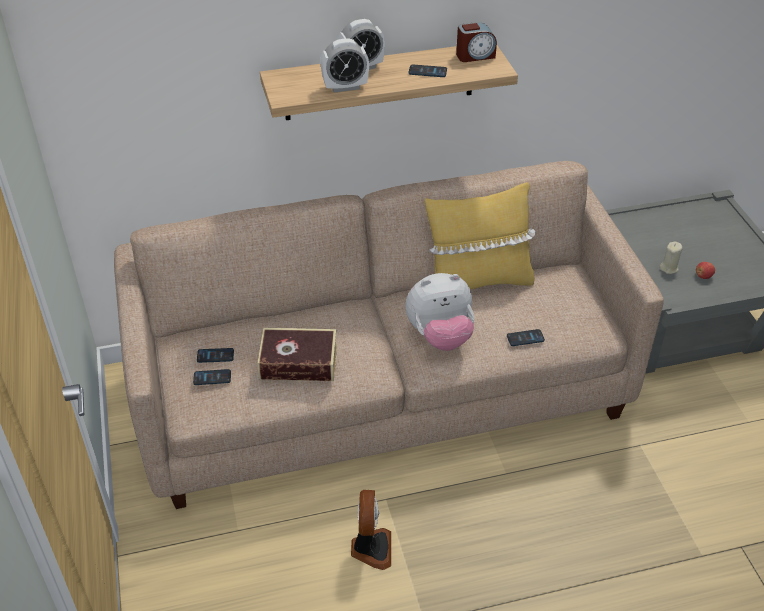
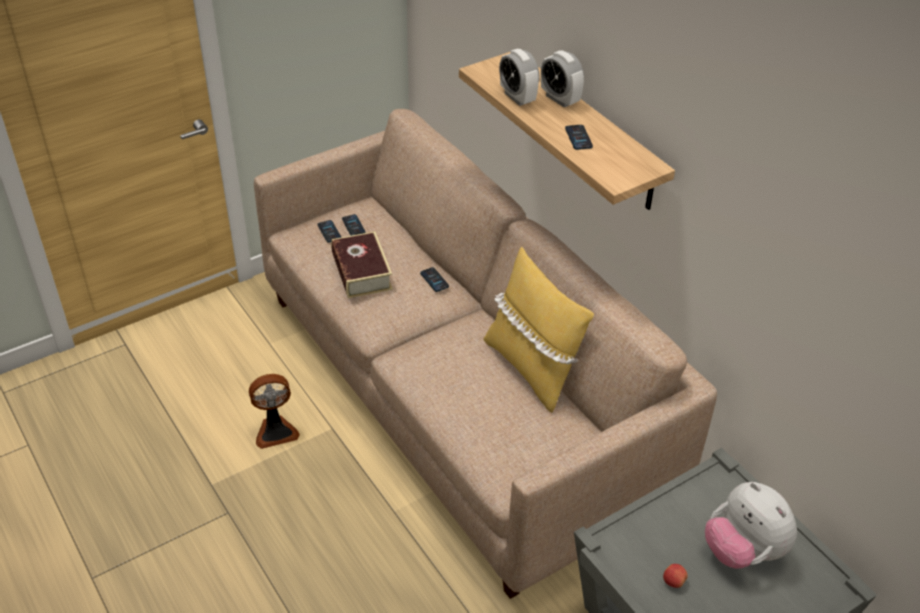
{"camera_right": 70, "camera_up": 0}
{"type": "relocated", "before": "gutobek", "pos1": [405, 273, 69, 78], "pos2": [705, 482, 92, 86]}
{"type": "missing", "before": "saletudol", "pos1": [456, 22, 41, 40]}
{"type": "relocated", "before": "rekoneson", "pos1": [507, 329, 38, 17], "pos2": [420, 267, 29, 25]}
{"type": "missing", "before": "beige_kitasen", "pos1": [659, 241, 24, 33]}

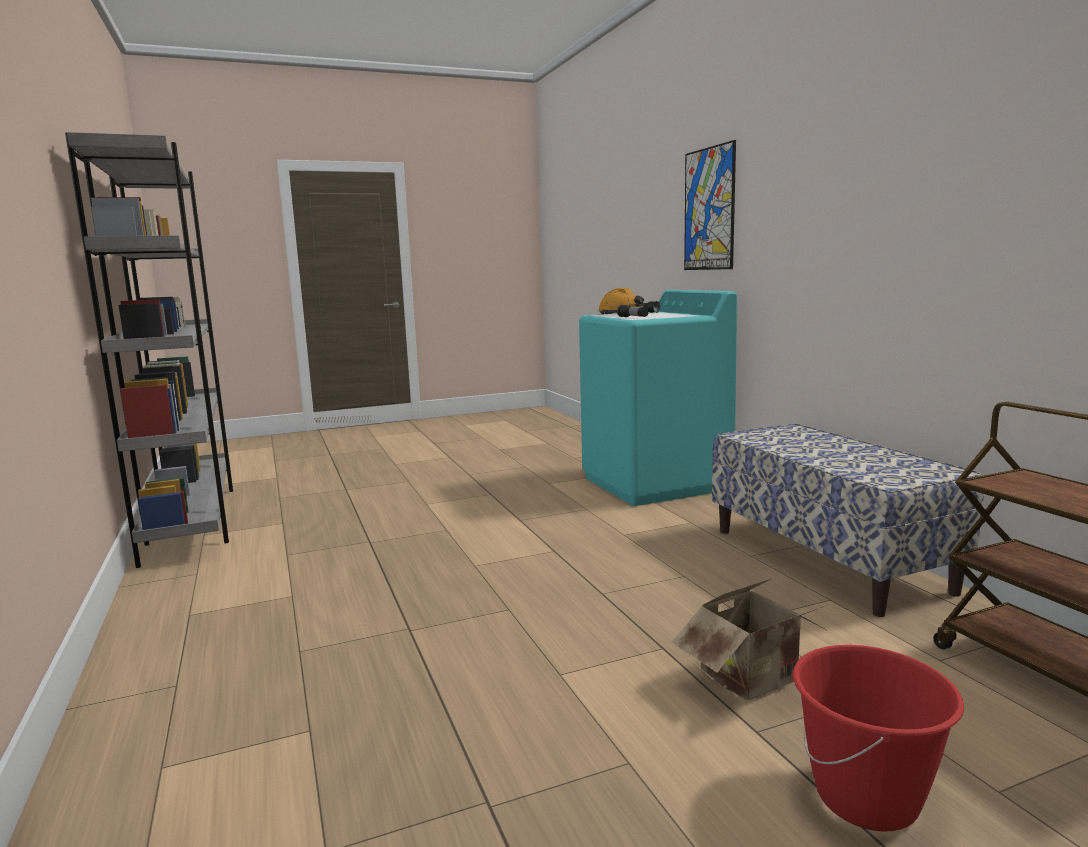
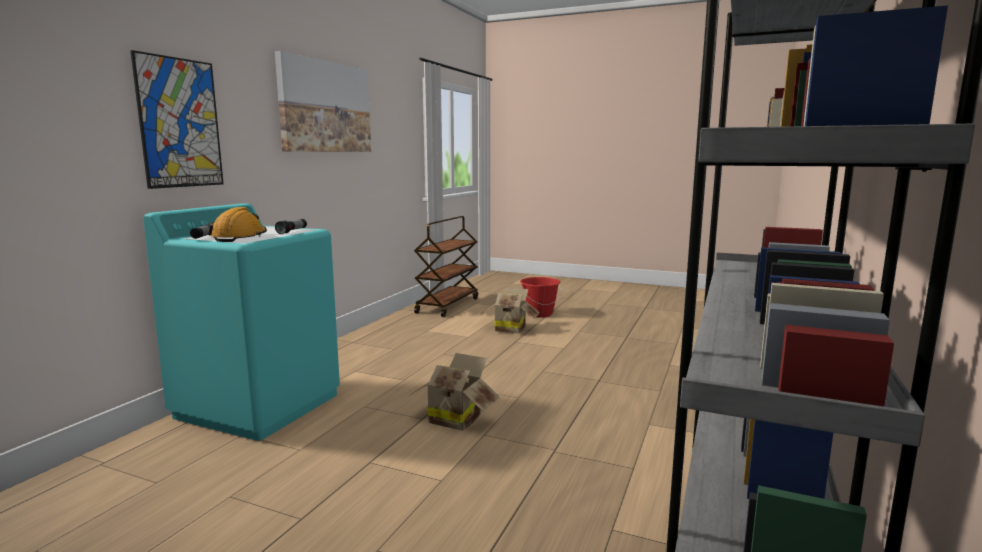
{"camera_right": -135, "camera_up": 0}
{"type": "missing", "before": "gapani", "pos1": [712, 424, 272, 193]}
{"type": "appeared", "after": "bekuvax", "pos2": [275, 51, 96, 101]}
{"type": "appeared", "after": "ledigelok", "pos2": [410, 353, 90, 78]}

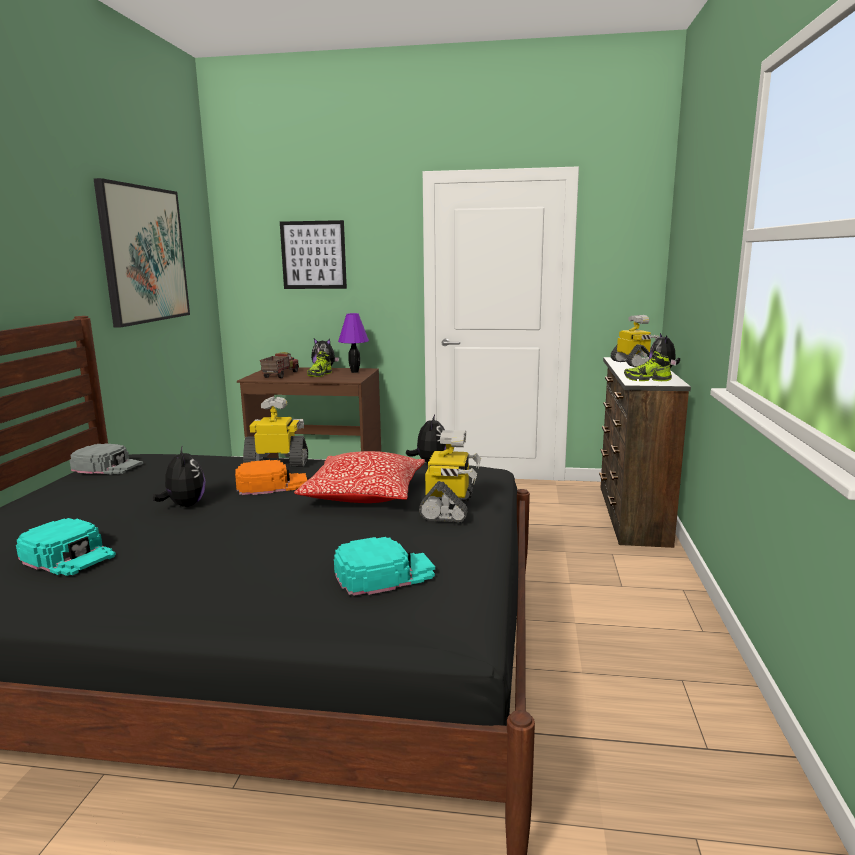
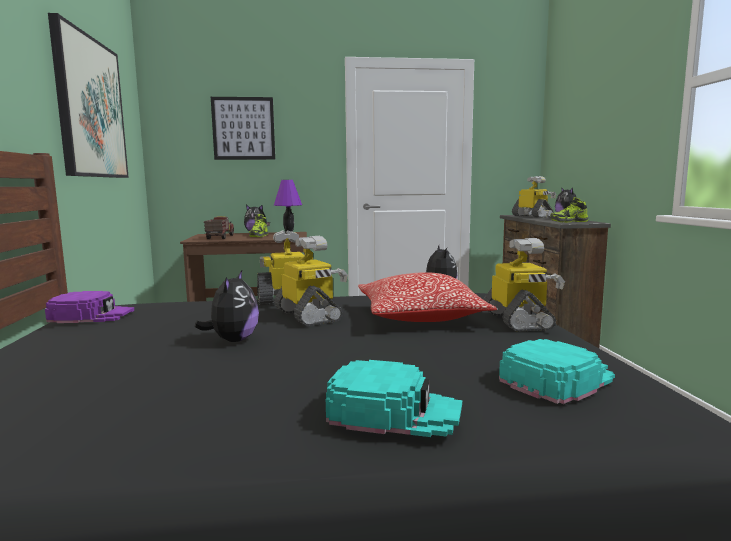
{"camera_right": -15, "camera_up": -5}
{"type": "relocated", "before": "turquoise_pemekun", "pos1": [16, 518, 100, 58], "pos2": [326, 360, 136, 77]}
{"type": "colour", "before": "grey_pemekun", "after": "purple_pemekun", "pos1": [69, 443, 74, 32], "pos2": [45, 291, 89, 32]}
{"type": "spun", "before": "gutobek", "pos1": [153, 447, 53, 60], "pos2": [195, 270, 64, 72], "turn": 45}
{"type": "exchanged", "before": "orange_pemekun", "after": "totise", "pos1": [235, 460, 72, 35], "pos2": [274, 236, 74, 90]}

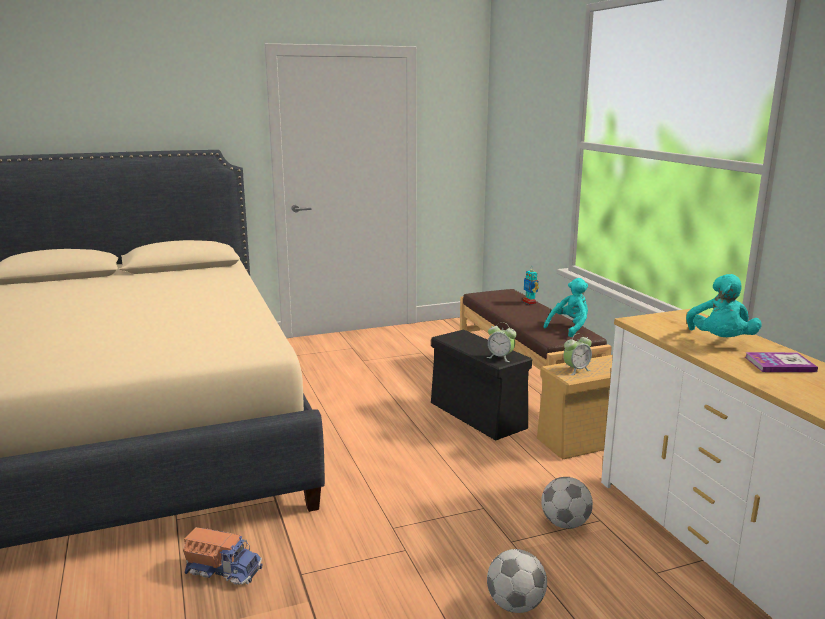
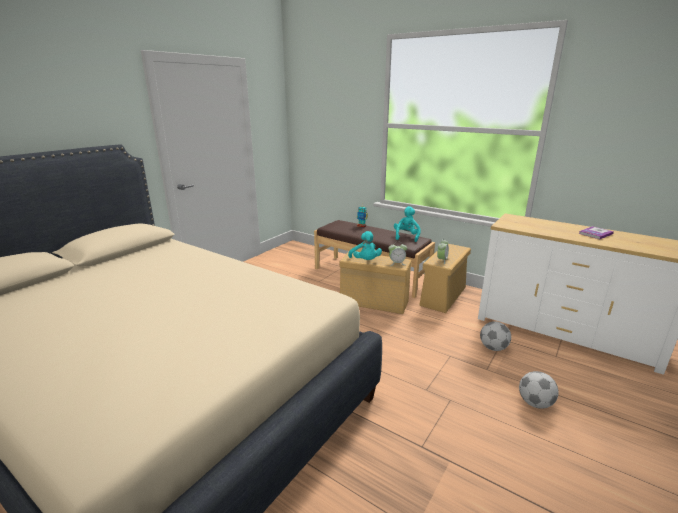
{"camera_right": -35, "camera_up": 5}
{"type": "missing", "before": "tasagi", "pos1": [183, 527, 79, 58]}
{"type": "colour", "before": "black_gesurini", "after": "beige_gesurini", "pos1": [431, 329, 101, 112], "pos2": [340, 252, 72, 62]}
{"type": "relocated", "before": "turquoise_gutobek", "pos1": [686, 274, 76, 63], "pos2": [348, 231, 34, 29]}

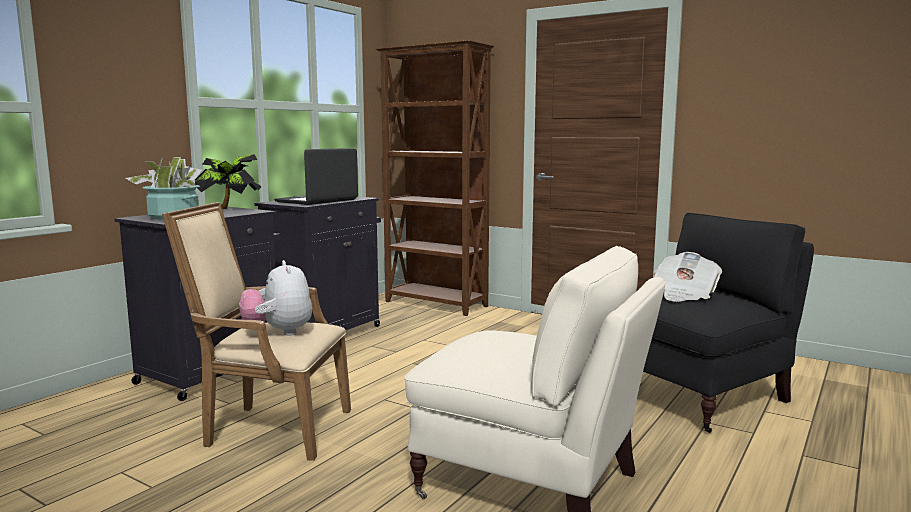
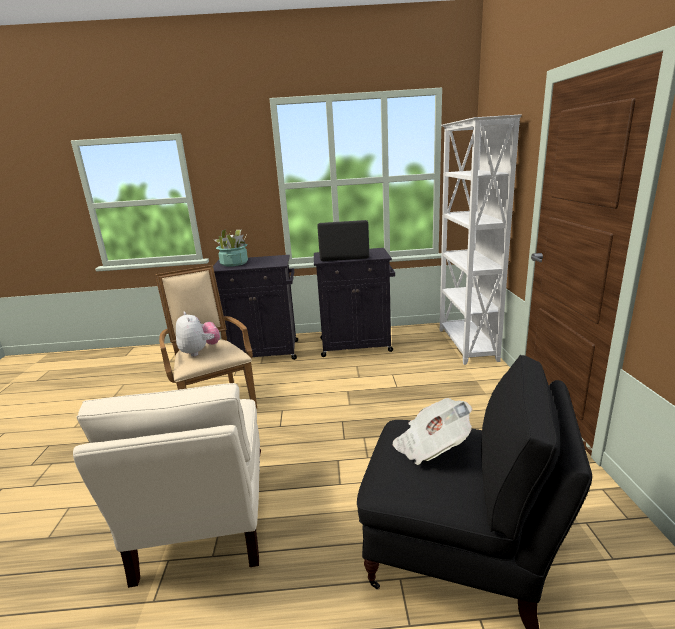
{"camera_right": 55, "camera_up": 10}
{"type": "missing", "before": "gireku", "pos1": [195, 154, 67, 55]}
{"type": "spun", "before": "gutobek", "pos1": [239, 260, 73, 76], "pos2": [176, 311, 44, 46], "turn": 120}
{"type": "colour", "before": "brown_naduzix", "after": "white_naduzix", "pos1": [376, 40, 118, 276], "pos2": [440, 114, 82, 251]}

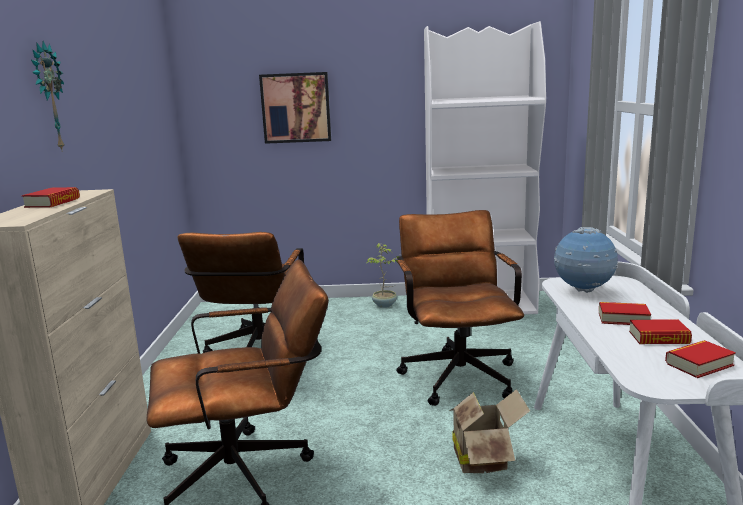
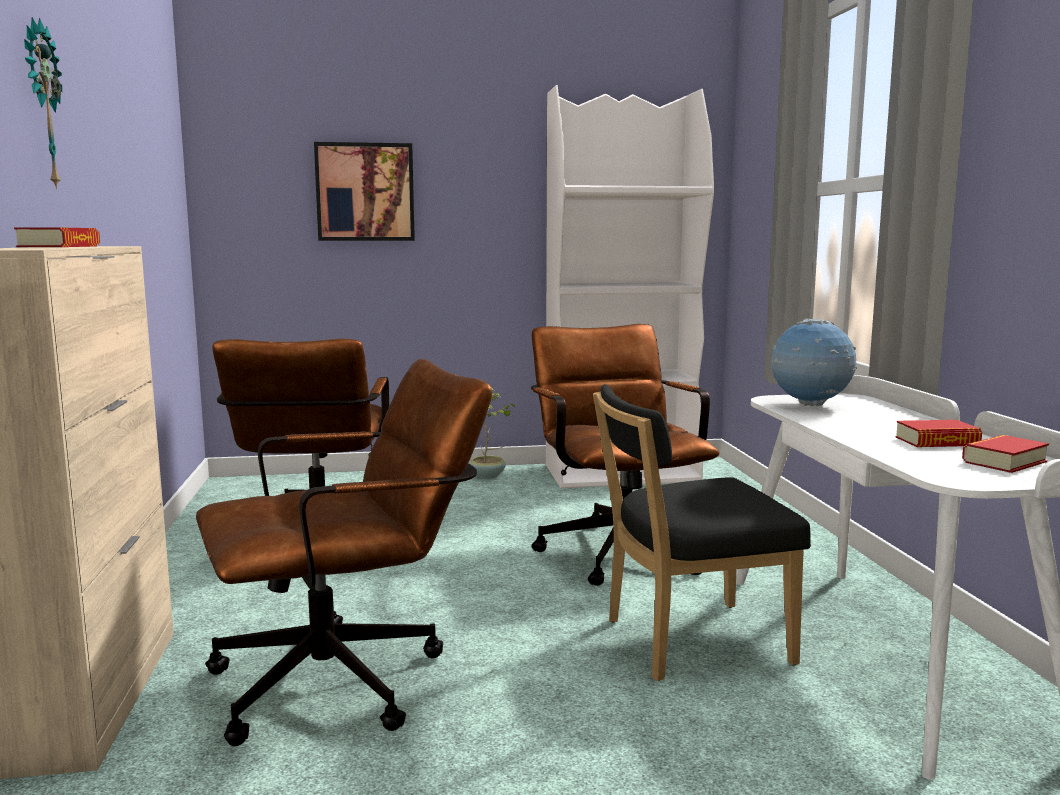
{"camera_right": -10, "camera_up": -5}
{"type": "exchanged", "before": "ledigelok", "after": "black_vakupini", "pos1": [449, 389, 81, 84], "pos2": [593, 384, 218, 297]}
{"type": "missing", "before": "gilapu", "pos1": [599, 302, 52, 23]}

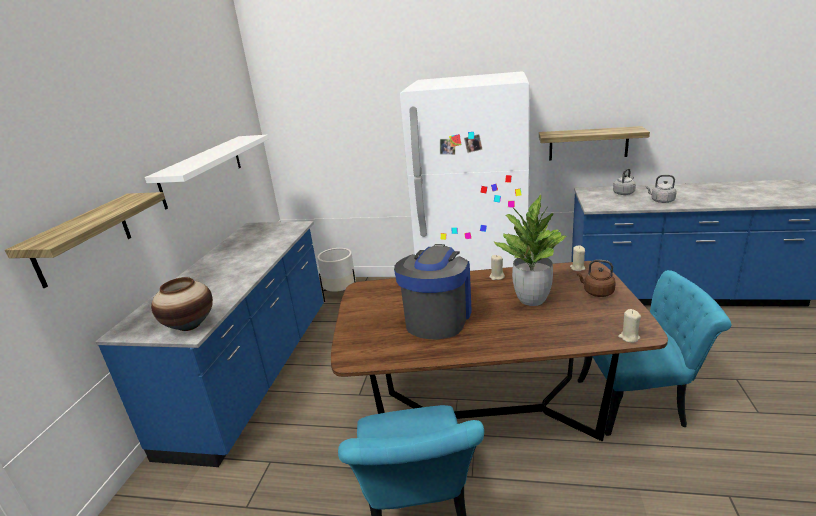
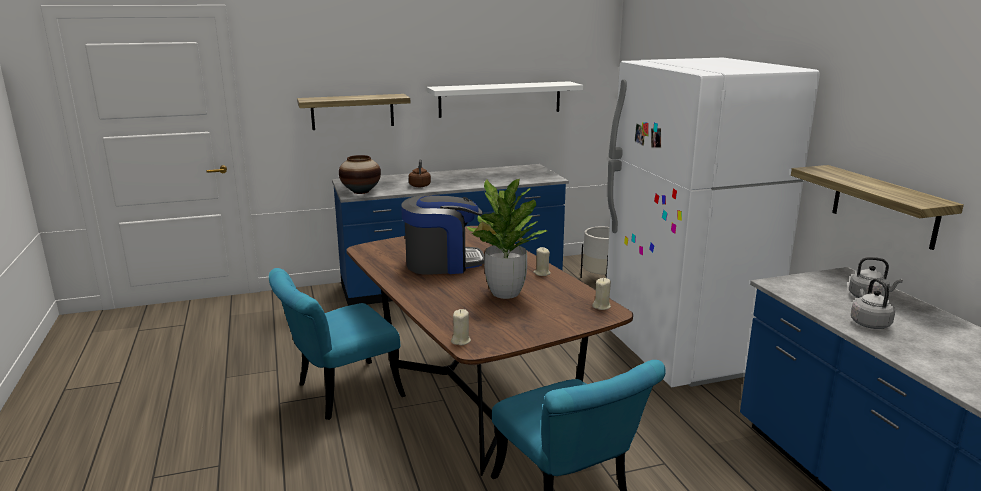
{"camera_right": 60, "camera_up": -5}
{"type": "relocated", "before": "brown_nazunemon", "pos1": [577, 260, 39, 37], "pos2": [409, 159, 22, 28]}

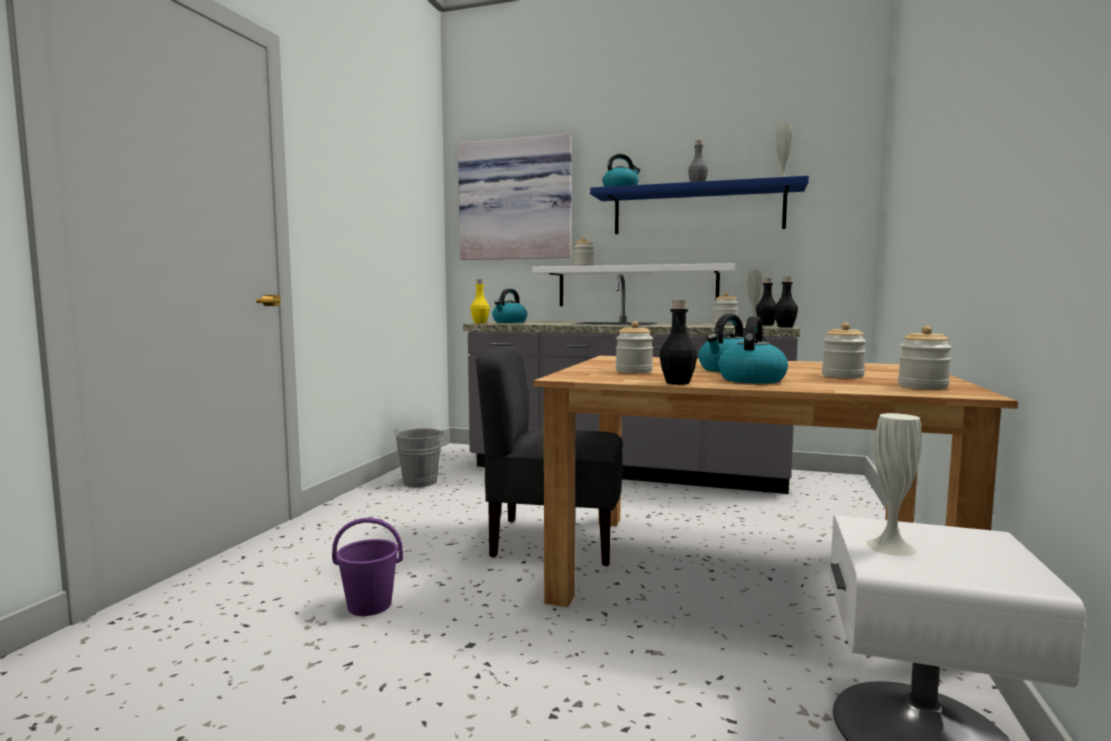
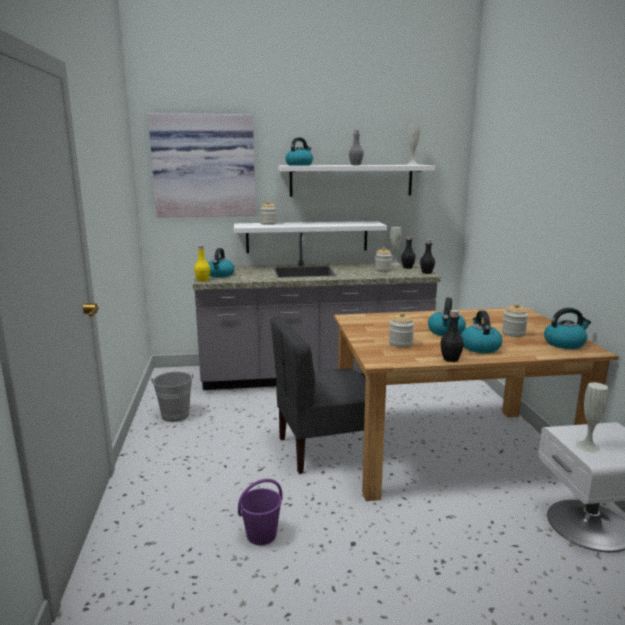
{"camera_right": -25, "camera_up": 10}
{"type": "colour", "before": "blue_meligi", "after": "white_meligi", "pos1": [590, 176, 219, 58], "pos2": [278, 165, 157, 32]}
{"type": "exchanged", "before": "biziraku", "after": "nazunemon", "pos1": [898, 326, 54, 63], "pos2": [544, 308, 47, 41]}

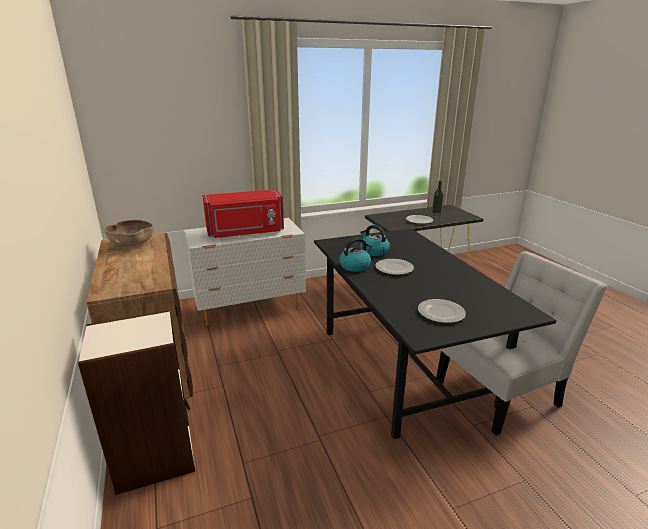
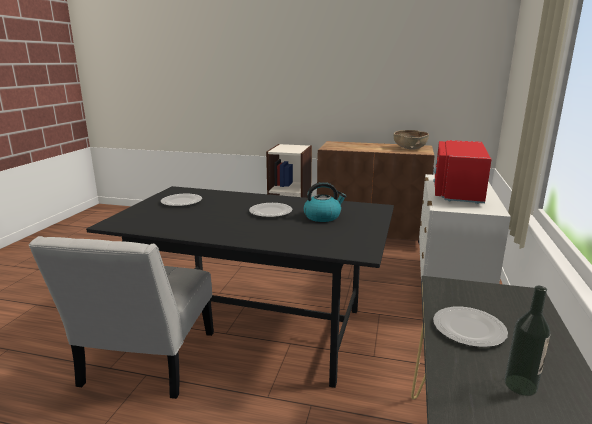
{"camera_right": 125, "camera_up": -5}
{"type": "missing", "before": "nazunemon", "pos1": [339, 238, 33, 34]}

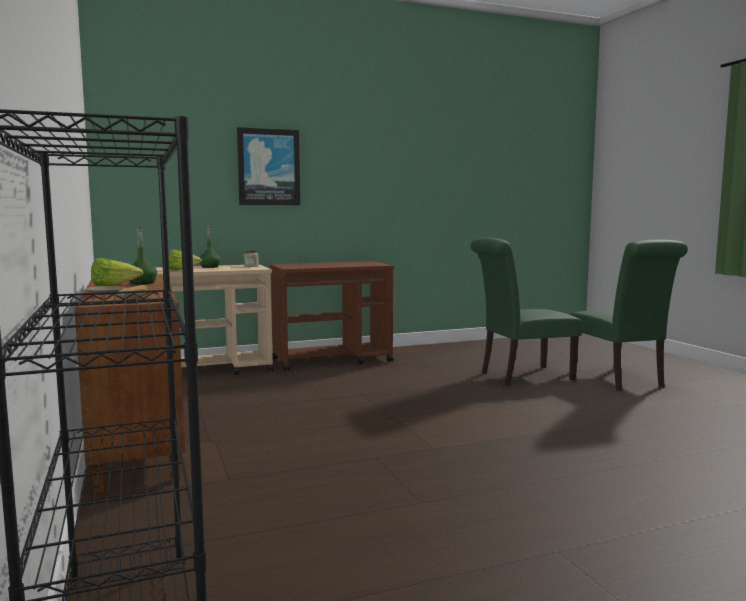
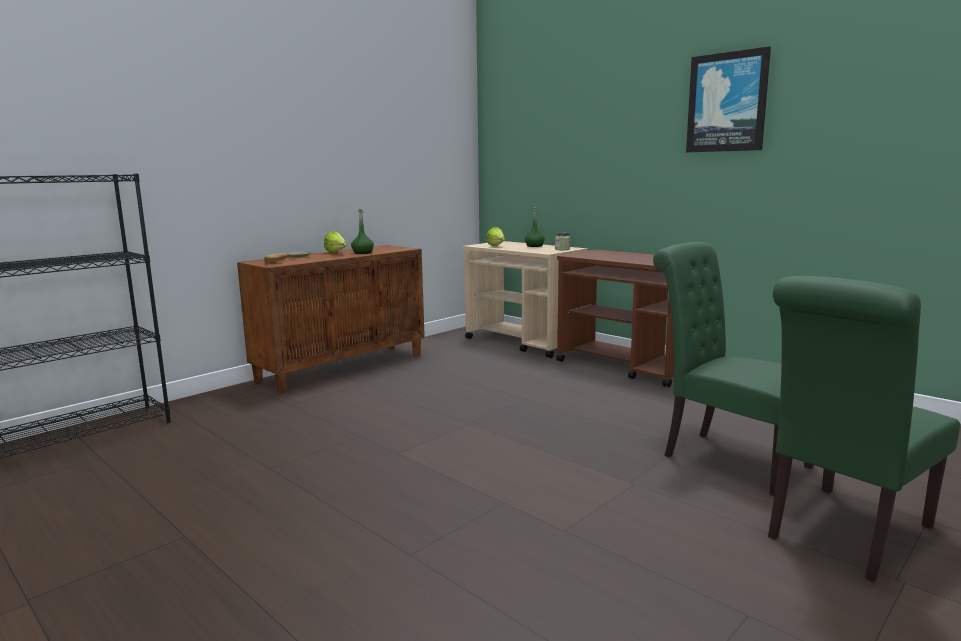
{"camera_right": 65, "camera_up": 5}
{"type": "relocated", "before": "bekuvax", "pos1": [237, 127, 63, 78], "pos2": [686, 46, 85, 107]}

